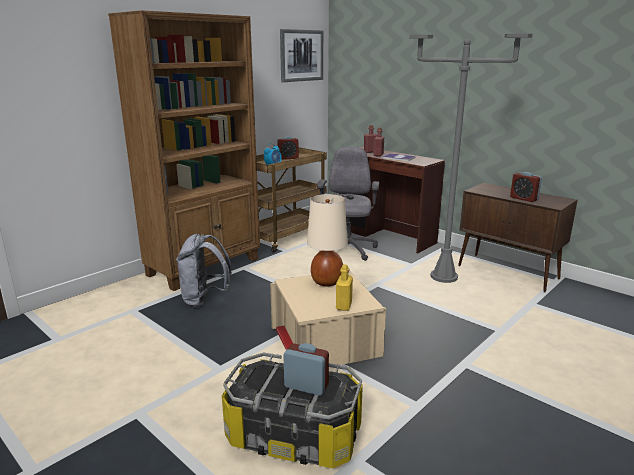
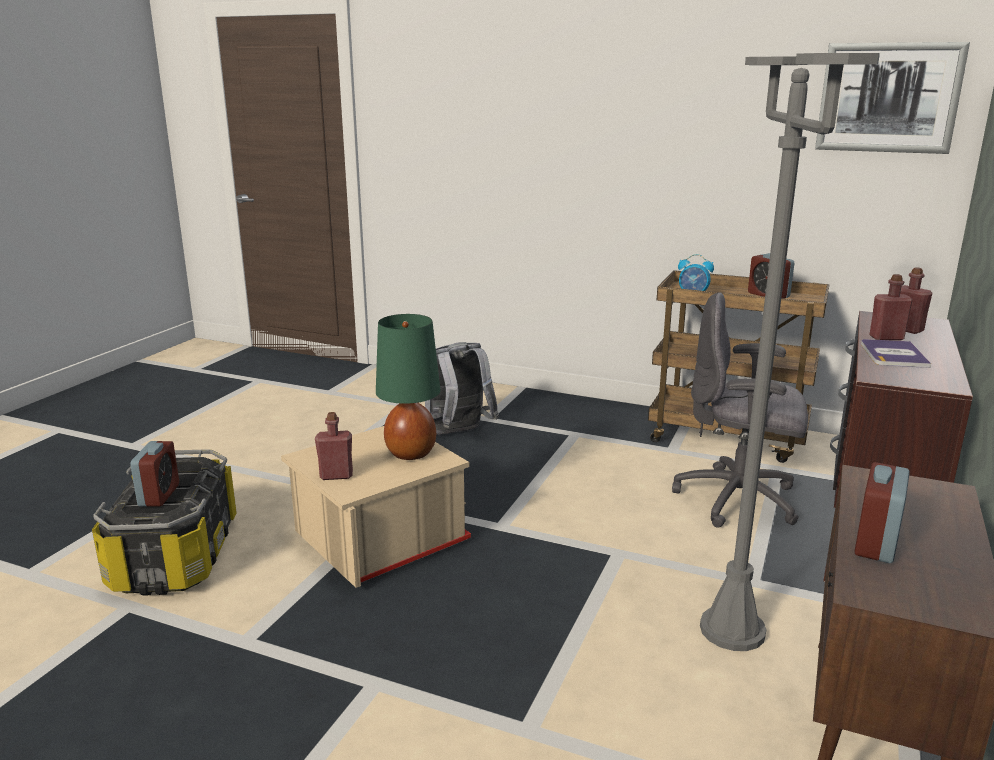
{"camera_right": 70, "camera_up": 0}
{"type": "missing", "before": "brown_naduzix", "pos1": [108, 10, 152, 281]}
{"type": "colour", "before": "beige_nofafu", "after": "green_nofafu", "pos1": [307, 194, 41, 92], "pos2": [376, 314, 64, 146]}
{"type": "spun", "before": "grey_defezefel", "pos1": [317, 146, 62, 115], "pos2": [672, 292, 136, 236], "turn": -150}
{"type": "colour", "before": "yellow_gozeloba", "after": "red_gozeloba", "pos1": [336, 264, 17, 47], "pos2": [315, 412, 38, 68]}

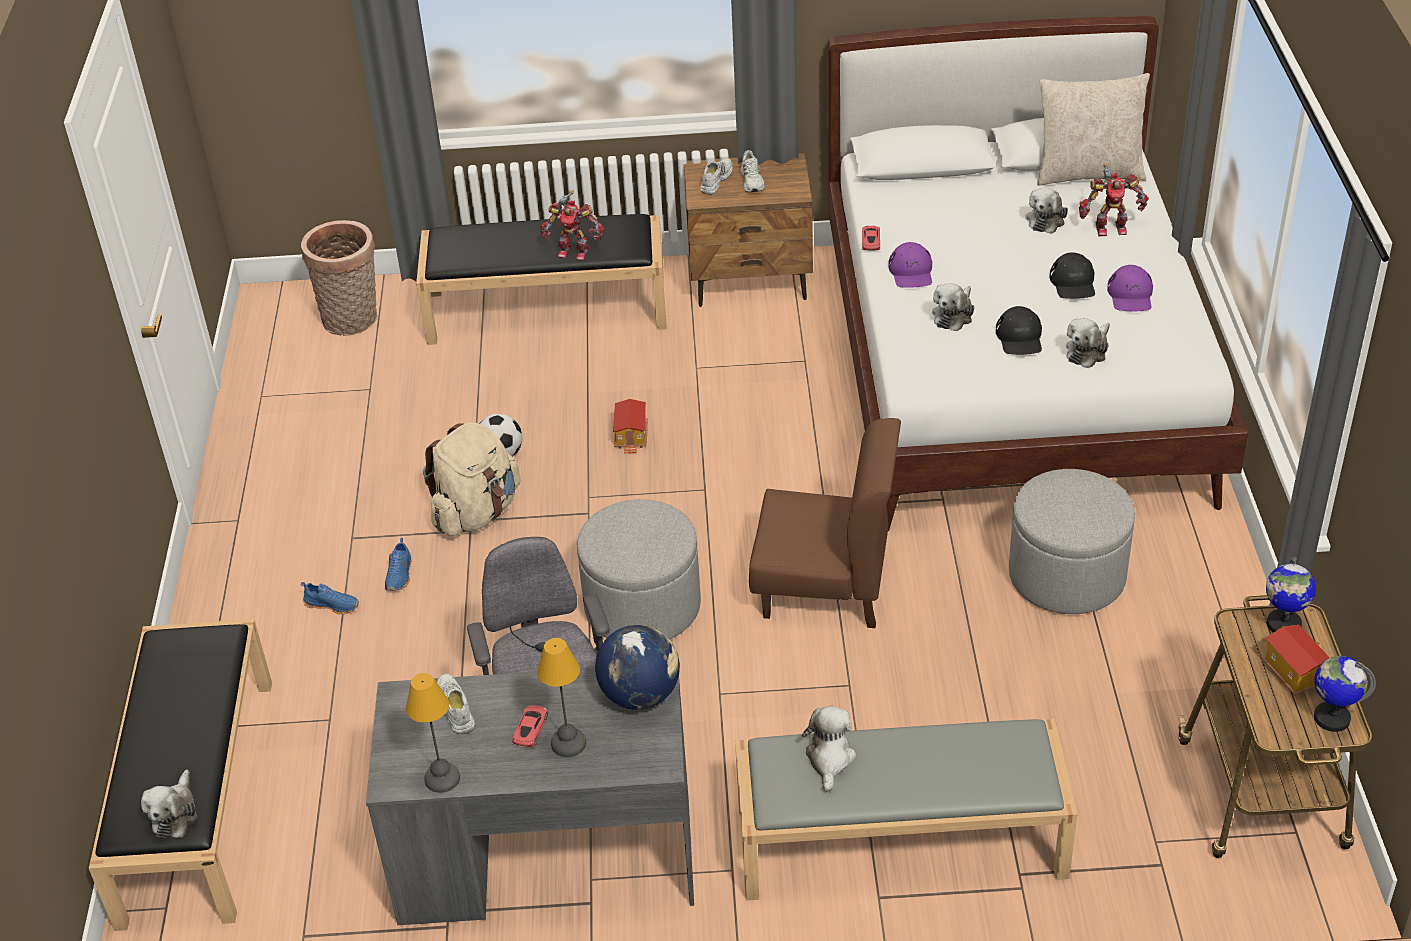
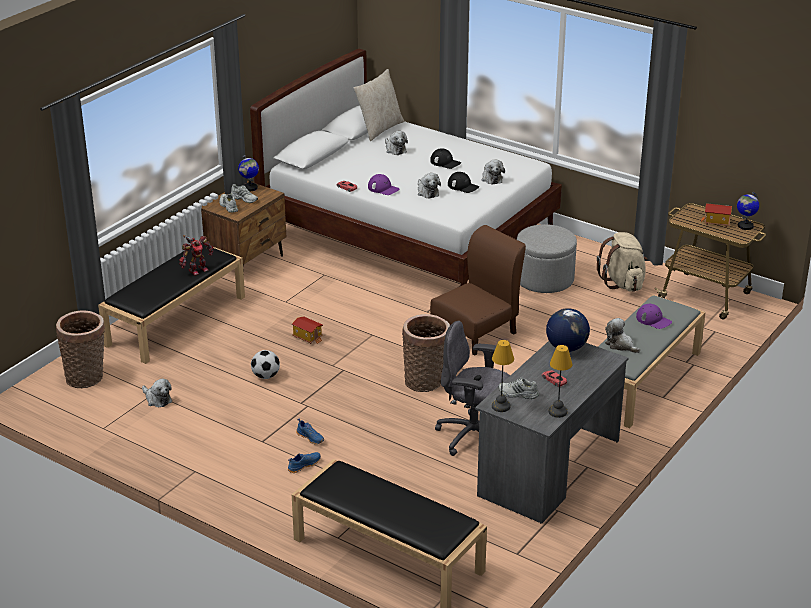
{"camera_right": -55, "camera_up": -10}
{"type": "relocated", "before": "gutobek", "pos1": [141, 770, 57, 68], "pos2": [142, 379, 30, 28]}
{"type": "relocated", "before": "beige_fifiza", "pos1": [423, 423, 98, 113], "pos2": [597, 232, 51, 60]}
{"type": "relocated", "before": "nofafu", "pos1": [537, 638, 49, 119], "pos2": [492, 340, 22, 72]}
{"type": "exchanged", "before": "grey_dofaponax", "after": "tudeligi", "pos1": [577, 499, 124, 141], "pos2": [402, 314, 48, 78]}
{"type": "missing", "before": "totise", "pos1": [1079, 163, 70, 73]}
{"type": "relocated", "before": "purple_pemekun", "pos1": [1107, 265, 46, 46], "pos2": [636, 303, 36, 26]}
{"type": "relocated", "before": "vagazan", "pos1": [1266, 557, 50, 75], "pos2": [238, 155, 21, 36]}

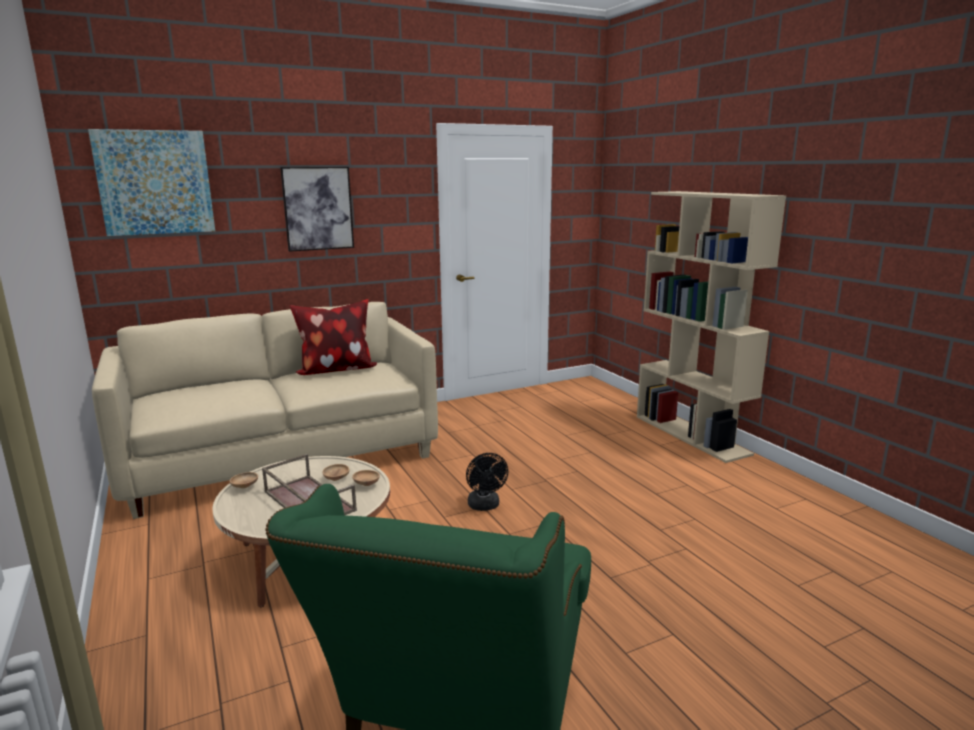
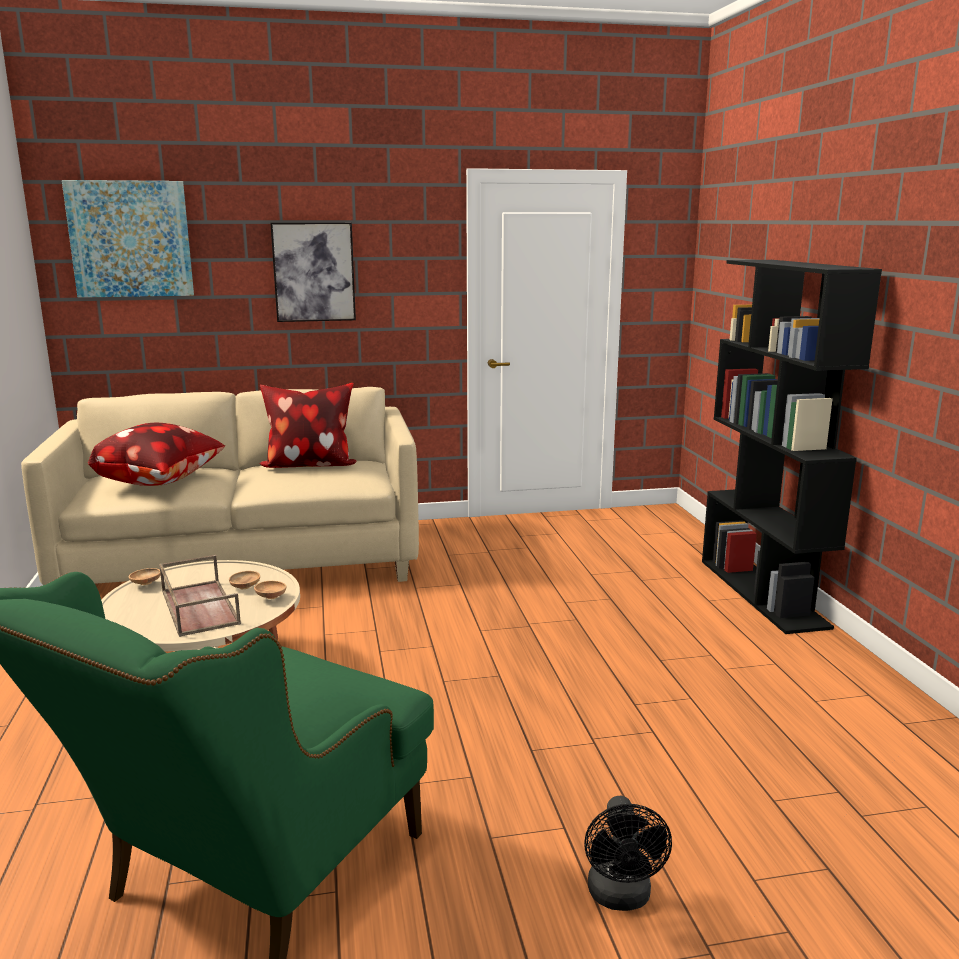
{"camera_right": 15, "camera_up": 0}
{"type": "relocated", "before": "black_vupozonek", "pos1": [466, 453, 42, 58], "pos2": [584, 796, 88, 115]}
{"type": "colour", "before": "beige_naduzix", "after": "black_naduzix", "pos1": [637, 191, 149, 272], "pos2": [702, 260, 180, 374]}
{"type": "appeared", "after": "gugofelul", "pos2": [88, 423, 137, 63]}

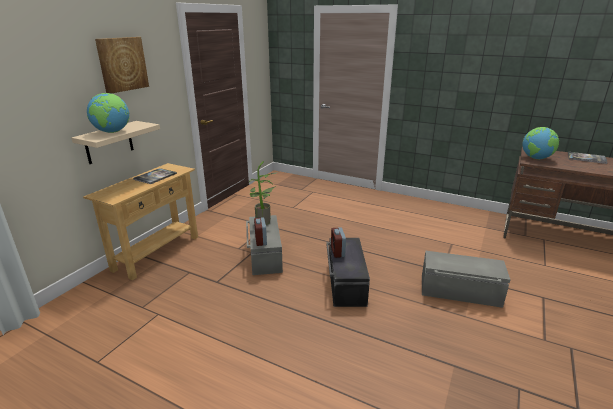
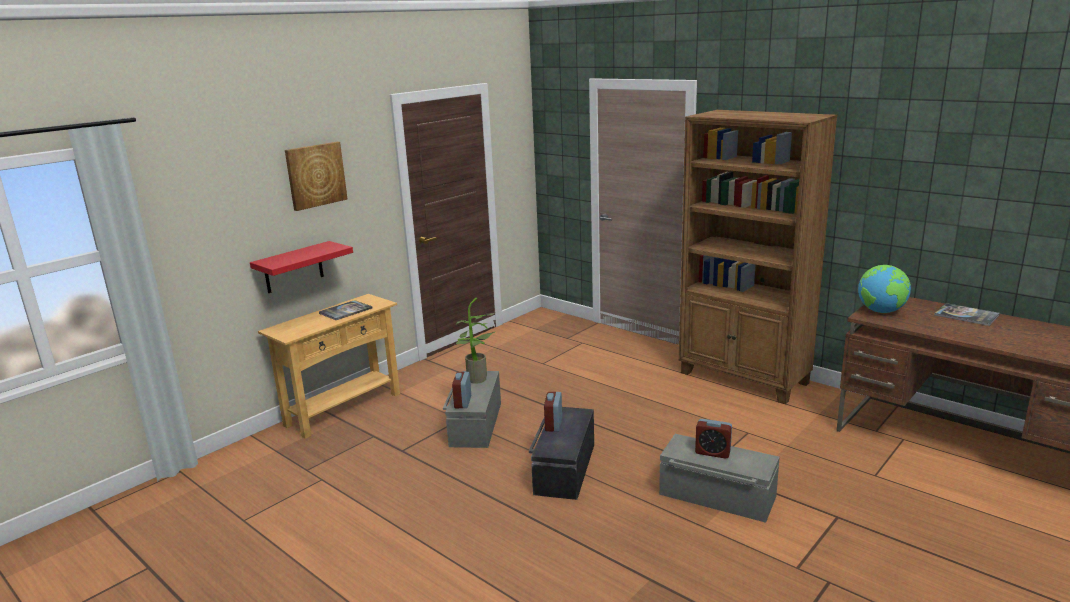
{"camera_right": 15, "camera_up": -5}
{"type": "colour", "before": "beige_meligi", "after": "red_meligi", "pos1": [71, 121, 89, 43], "pos2": [250, 241, 103, 52]}
{"type": "missing", "before": "vagazan", "pos1": [87, 93, 43, 40]}
{"type": "appeared", "after": "brown_naduzix", "pos2": [679, 110, 159, 294]}
{"type": "appeared", "after": "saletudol", "pos2": [695, 419, 37, 40]}

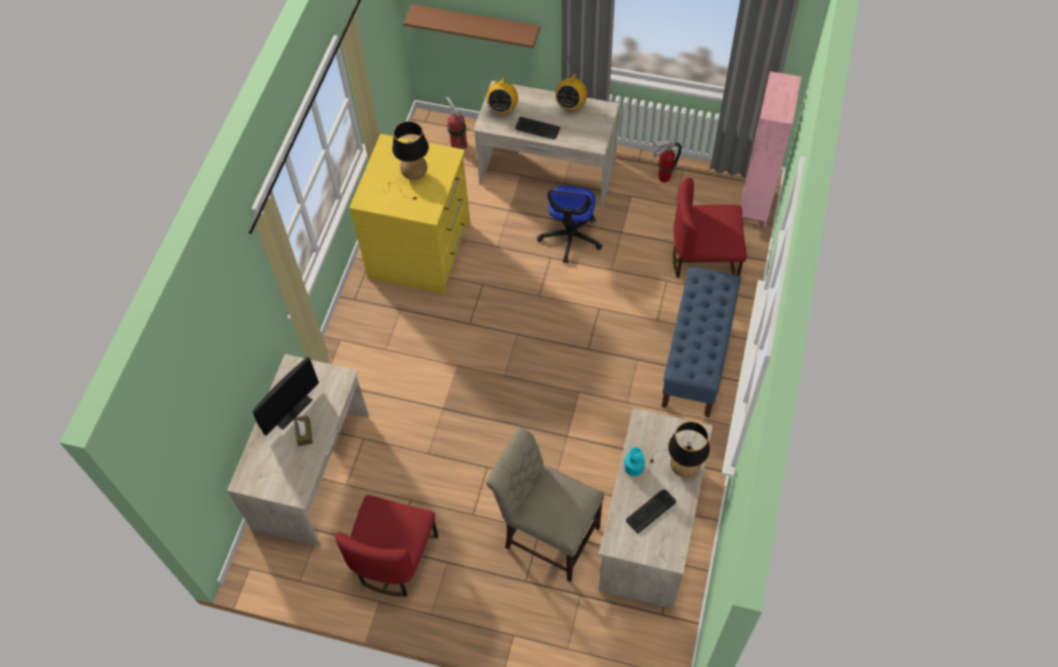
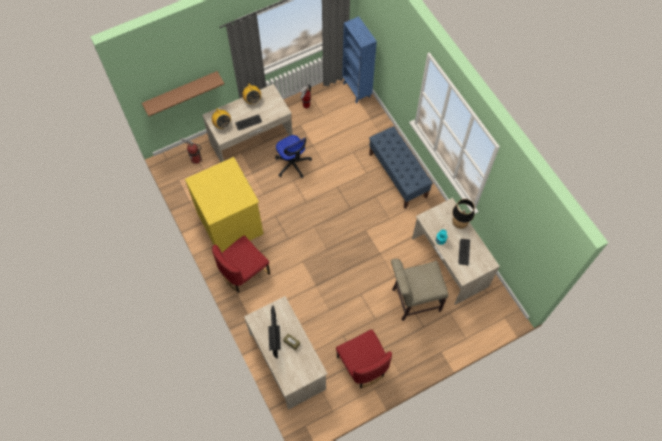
{"camera_right": -45, "camera_up": 5}
{"type": "missing", "before": "nofafu", "pos1": [386, 121, 43, 78]}
{"type": "relocated", "before": "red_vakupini", "pos1": [673, 177, 74, 101], "pos2": [212, 236, 58, 57]}
{"type": "colour", "before": "pink_naduzix", "after": "blue_naduzix", "pos1": [740, 71, 61, 157], "pos2": [342, 16, 35, 87]}

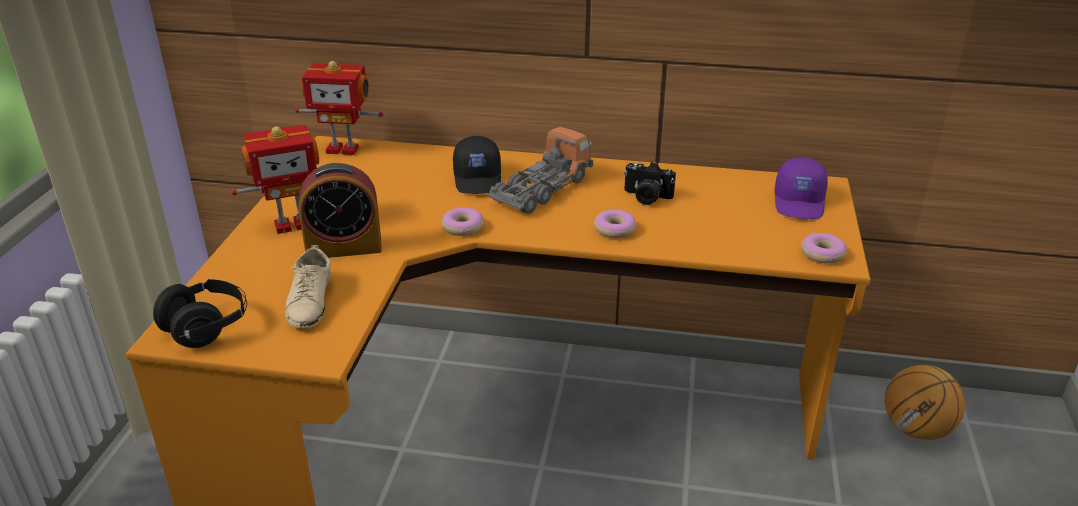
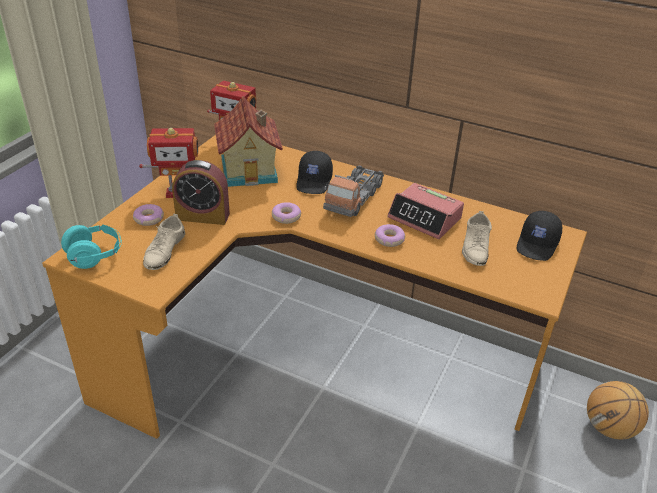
{"camera_right": 15, "camera_up": 5}
{"type": "colour", "before": "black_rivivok", "after": "turquoise_rivivok", "pos1": [153, 279, 94, 69], "pos2": [61, 225, 61, 44]}
{"type": "spun", "before": "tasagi", "pos1": [488, 127, 105, 87], "pos2": [323, 165, 61, 52], "turn": 150}
{"type": "exchanged", "before": "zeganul", "after": "saletudol", "pos1": [624, 162, 52, 43], "pos2": [387, 183, 77, 56]}
{"type": "colour", "before": "purple_pemekun", "after": "black_pemekun", "pos1": [775, 157, 53, 62], "pos2": [517, 211, 45, 50]}
{"type": "relocated", "before": "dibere", "pos1": [801, 233, 46, 31], "pos2": [133, 204, 31, 22]}
{"type": "appeared", "after": "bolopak", "pos2": [214, 96, 69, 91]}
{"type": "appeared", "after": "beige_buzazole", "pos2": [462, 211, 30, 55]}

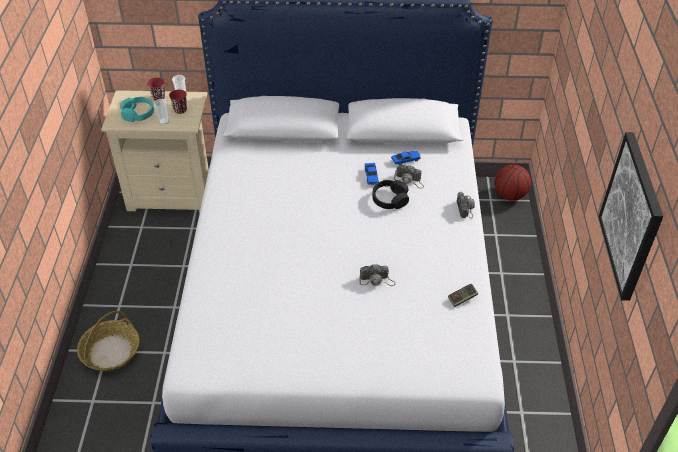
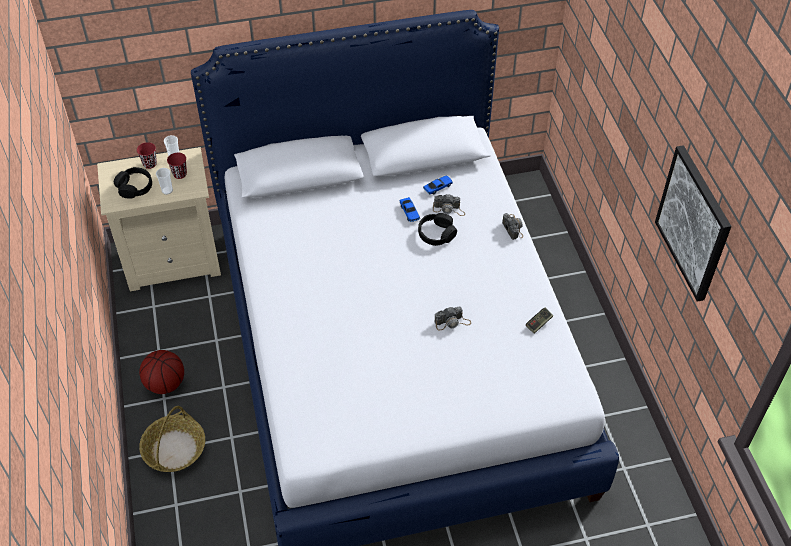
{"camera_right": -15, "camera_up": 5}
{"type": "colour", "before": "turquoise_rivivok", "after": "black_rivivok", "pos1": [120, 97, 34, 25], "pos2": [114, 167, 38, 32]}
{"type": "relocated", "before": "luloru", "pos1": [495, 164, 36, 37], "pos2": [139, 350, 45, 44]}

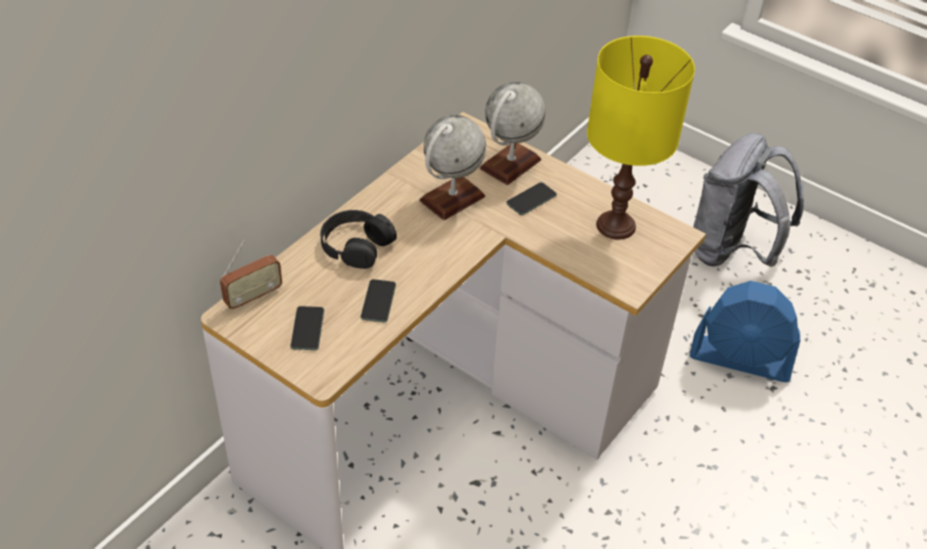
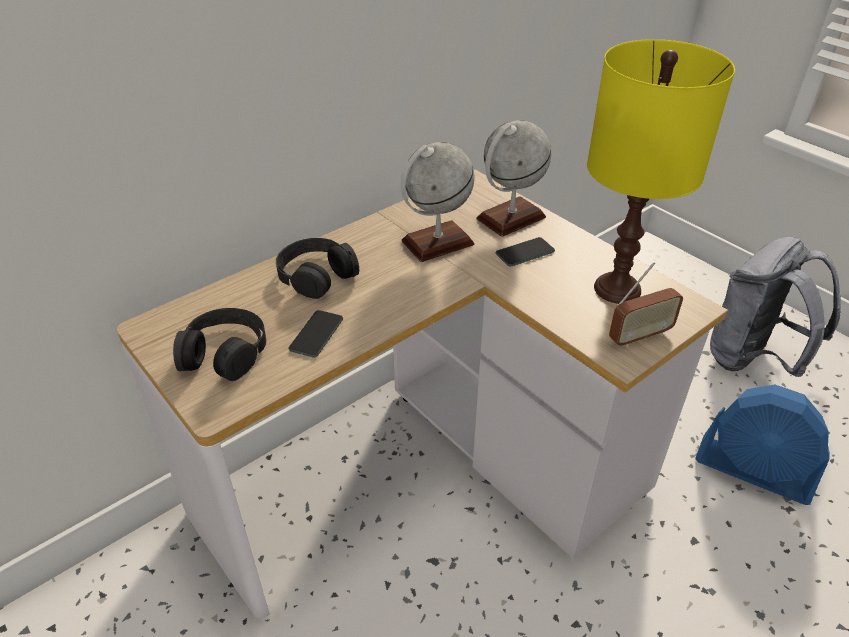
{"camera_right": 15, "camera_up": -5}
{"type": "relocated", "before": "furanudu", "pos1": [220, 240, 62, 69], "pos2": [609, 262, 74, 86]}
{"type": "exchanged", "before": "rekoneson", "after": "black_rivivok", "pos1": [290, 306, 34, 44], "pos2": [173, 308, 93, 73]}

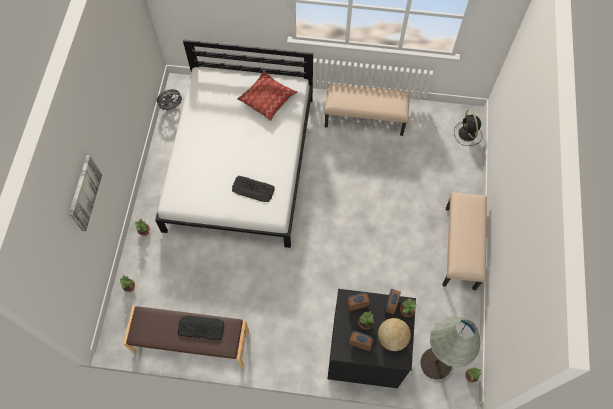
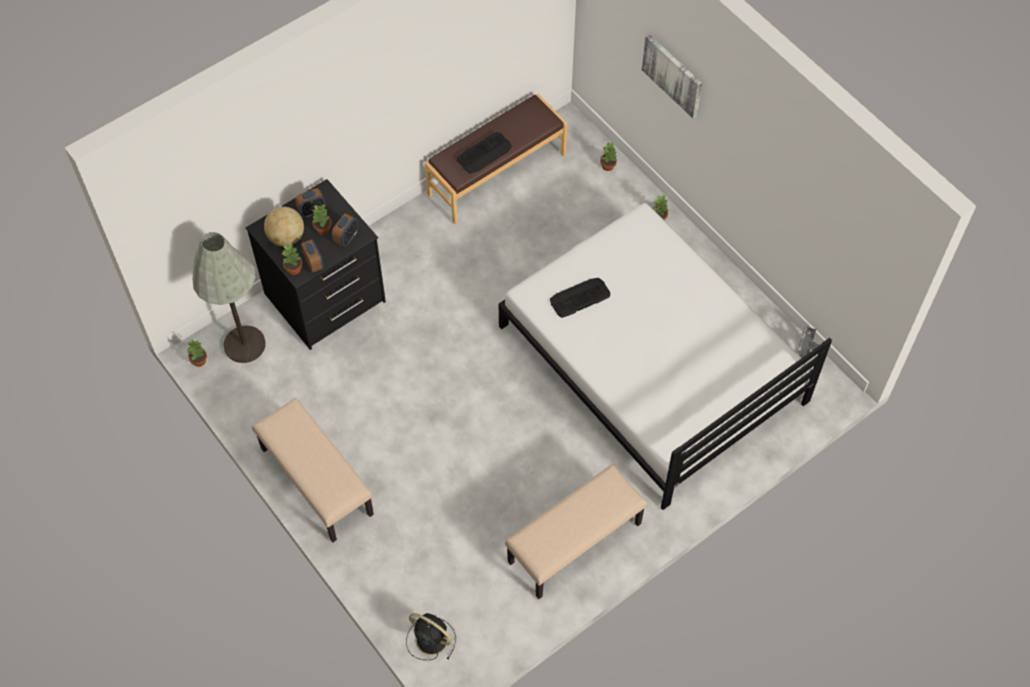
{"camera_right": 135, "camera_up": -5}
{"type": "missing", "before": "gugofelul", "pos1": [237, 71, 60, 50]}

